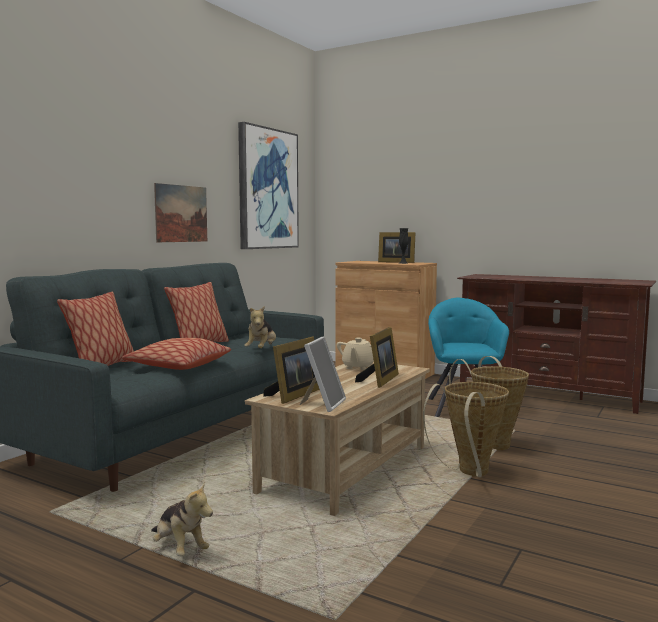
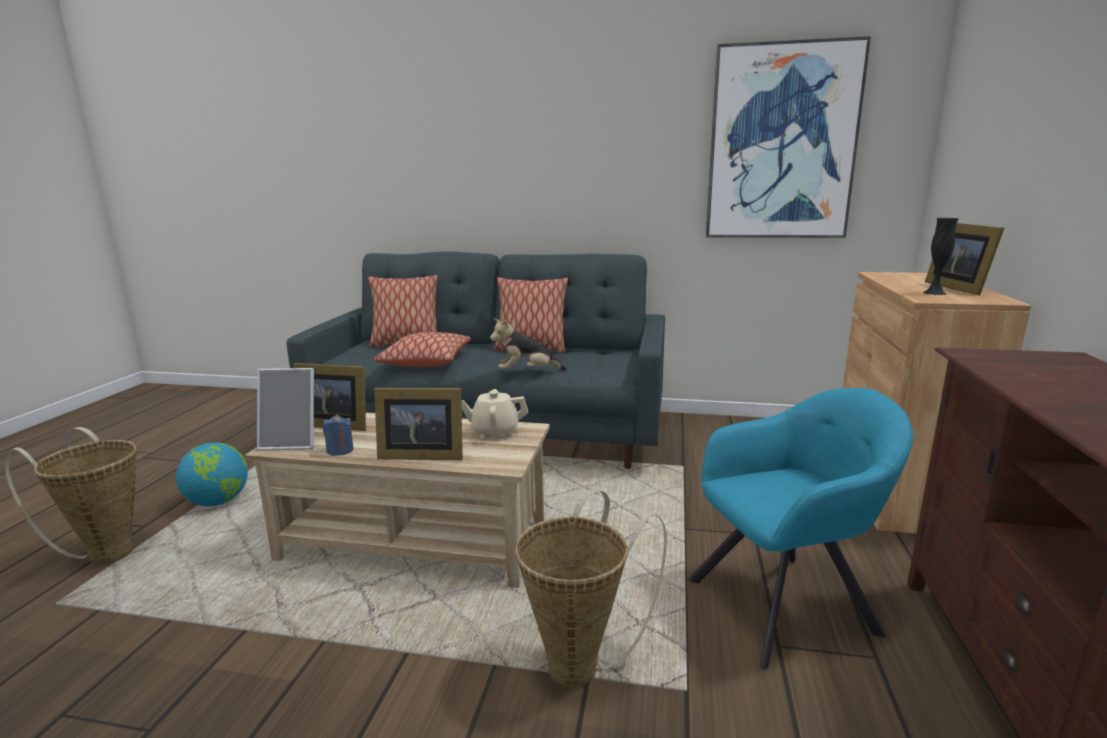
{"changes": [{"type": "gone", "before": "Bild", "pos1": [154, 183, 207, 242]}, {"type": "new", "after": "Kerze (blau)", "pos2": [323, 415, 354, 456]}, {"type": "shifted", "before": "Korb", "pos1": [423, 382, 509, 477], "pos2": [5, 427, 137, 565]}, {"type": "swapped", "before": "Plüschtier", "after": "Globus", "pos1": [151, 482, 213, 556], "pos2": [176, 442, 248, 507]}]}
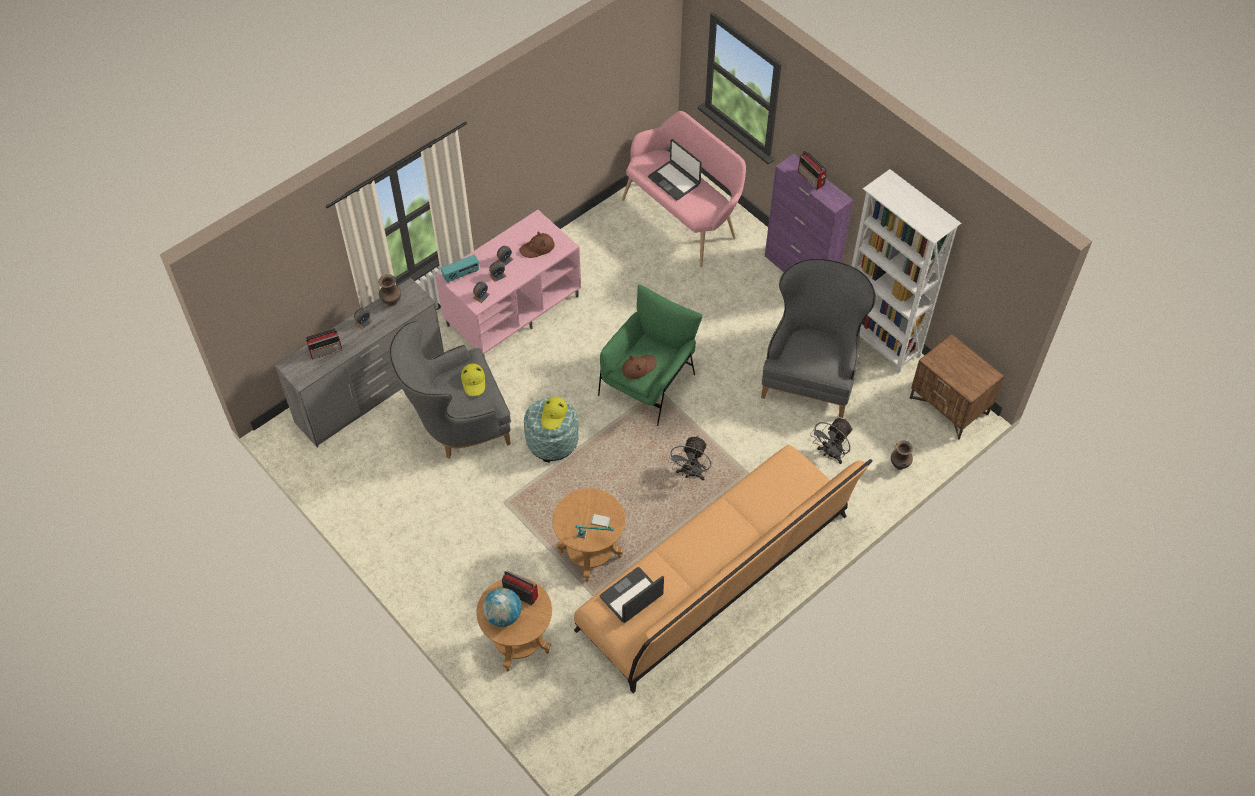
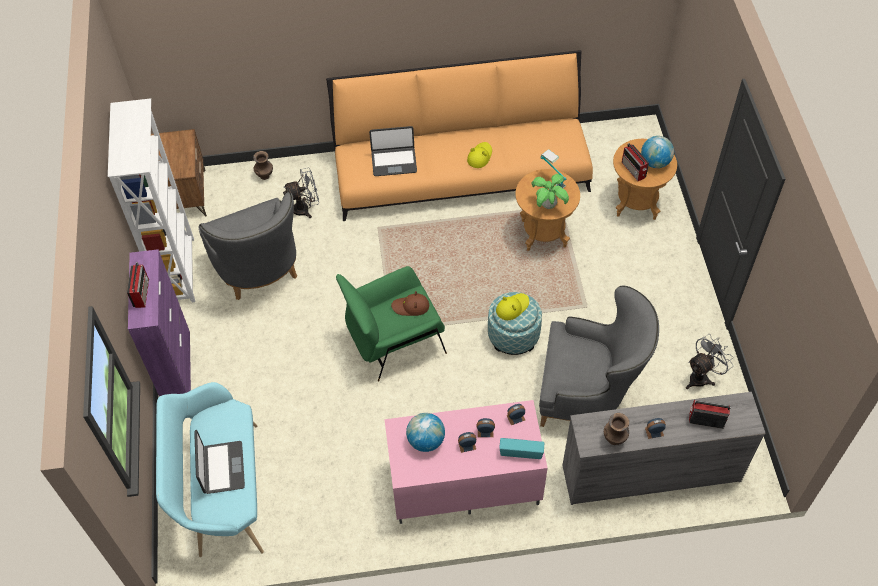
{"changes": [{"type": "new", "after": "Topfpflanze", "pos2": [531, 174, 569, 209]}, {"type": "shifted", "before": "Hut (gelb)", "pos1": [461, 364, 485, 396], "pos2": [467, 142, 492, 168]}, {"type": "shifted", "before": "Laptop", "pos1": [600, 567, 664, 623], "pos2": [369, 126, 417, 176]}, {"type": "shifted", "before": "Ventilator (grau)", "pos1": [668, 435, 711, 480], "pos2": [686, 334, 734, 389]}, {"type": "swapped", "before": "Hut (braun)", "after": "Globus", "pos1": [519, 231, 555, 258], "pos2": [406, 413, 445, 452]}, {"type": "repainted", "before": "Bank (rosa)", "after": "Bank (türkis)", "pos1": [622, 111, 746, 268], "pos2": [156, 382, 264, 557]}, {"type": "rotated", "before": "Sessel (grau)", "pos1": [761, 259, 876, 418], "pos2": [198, 192, 297, 300], "turn": -75}]}
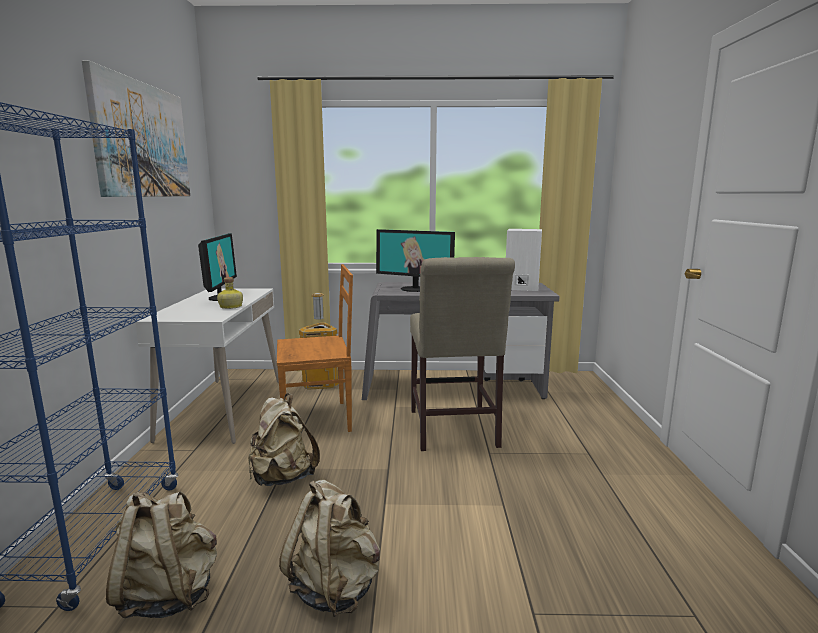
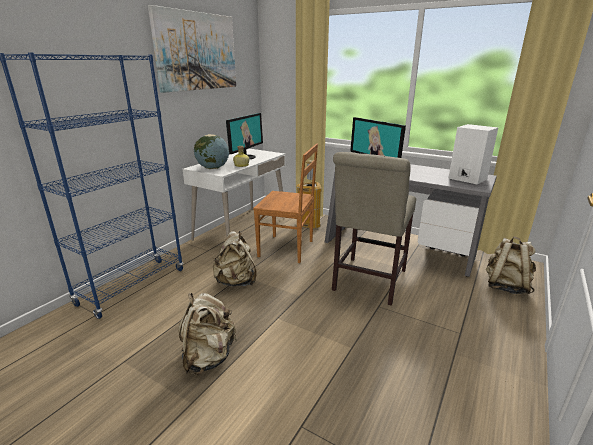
{"changes": [{"type": "new", "after": "Globus", "pos2": [194, 134, 229, 169]}, {"type": "shifted", "before": "Rucksack (beige)", "pos1": [106, 491, 217, 618], "pos2": [486, 236, 536, 294]}]}
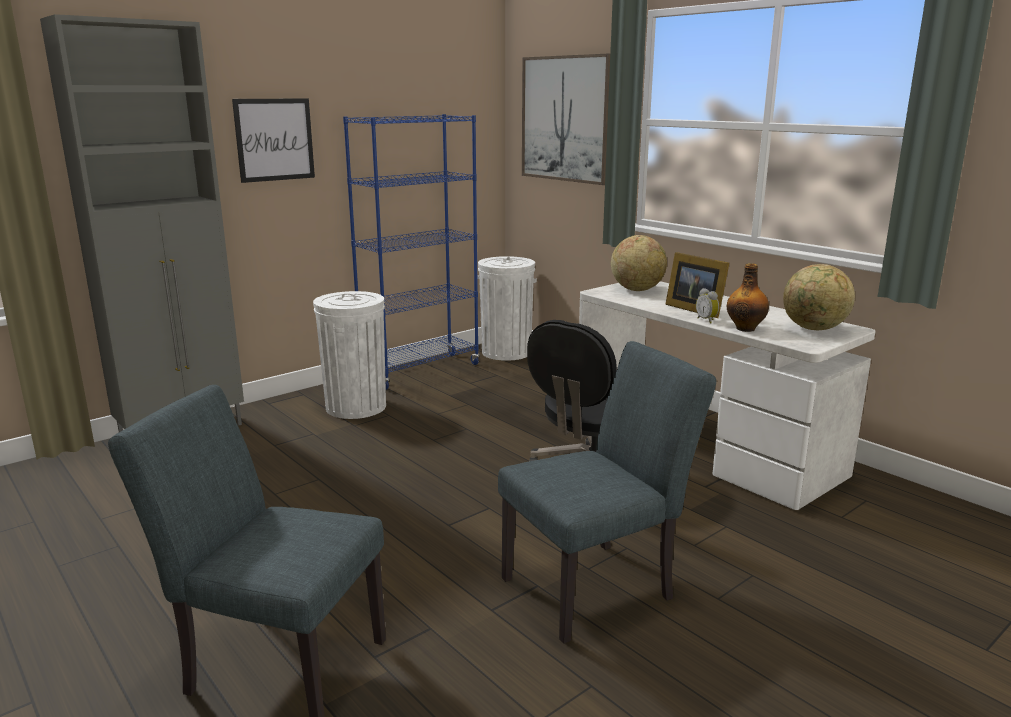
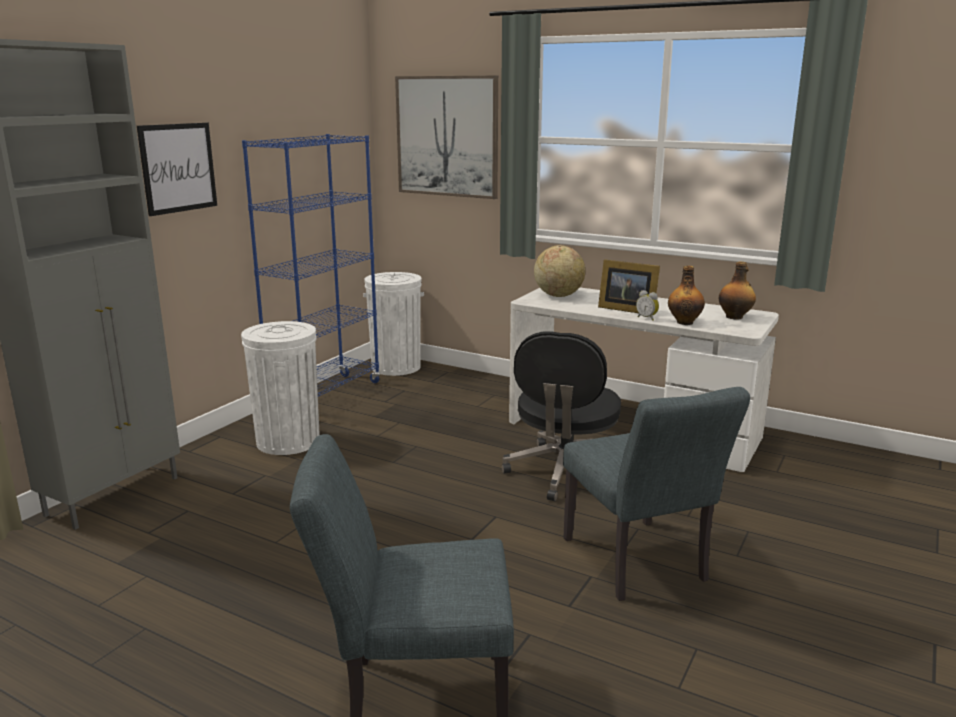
{"changes": [{"type": "swapped", "before": "Globus", "after": "Flasche", "pos1": [783, 264, 855, 330], "pos2": [718, 261, 756, 319]}, {"type": "rotated", "before": "Stuhl (grau)", "pos1": [498, 341, 716, 644], "pos2": [563, 387, 750, 601], "turn": 120}]}
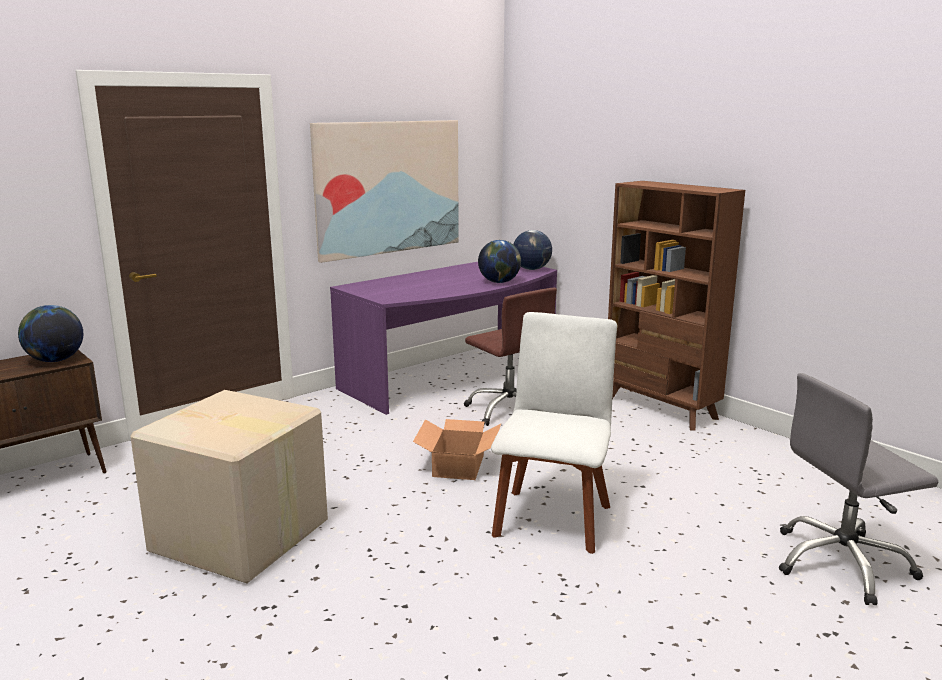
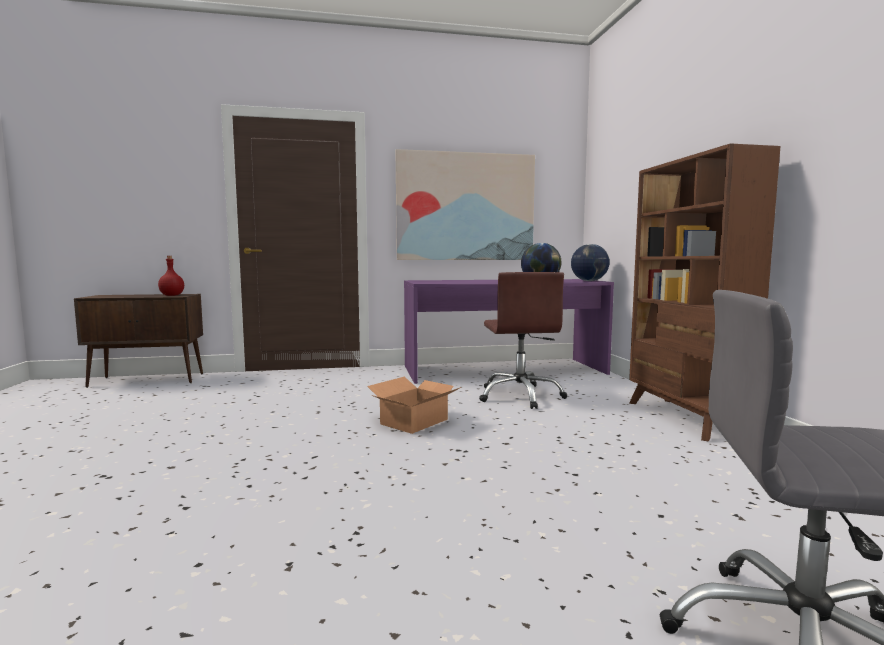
{"changes": [{"type": "gone", "before": "Karton", "pos1": [131, 390, 328, 583]}, {"type": "gone", "before": "Stuhl (weiß)", "pos1": [491, 312, 617, 554]}, {"type": "swapped", "before": "Globus", "after": "Flasche (rot)", "pos1": [18, 305, 83, 362], "pos2": [158, 256, 184, 296]}]}
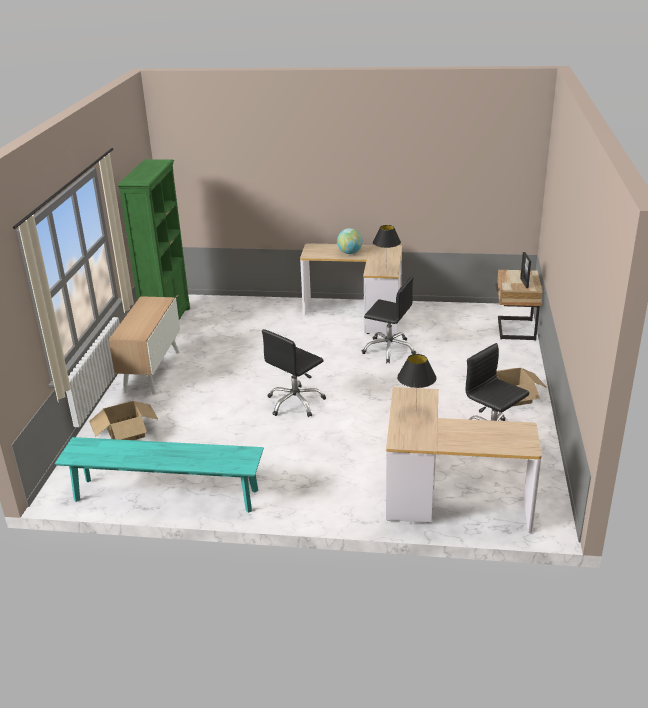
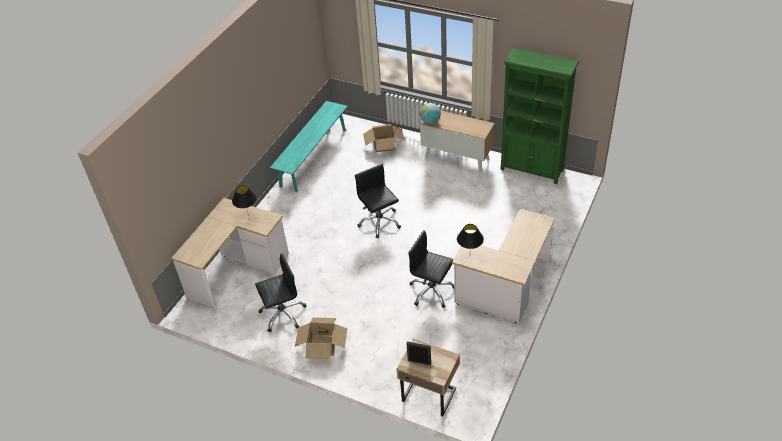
{"changes": [{"type": "shifted", "before": "Globus", "pos1": [337, 228, 363, 254], "pos2": [420, 103, 441, 124]}, {"type": "rotated", "before": "Bürostuhl (schwarz)", "pos1": [362, 276, 416, 363], "pos2": [408, 230, 454, 308], "turn": 75}]}
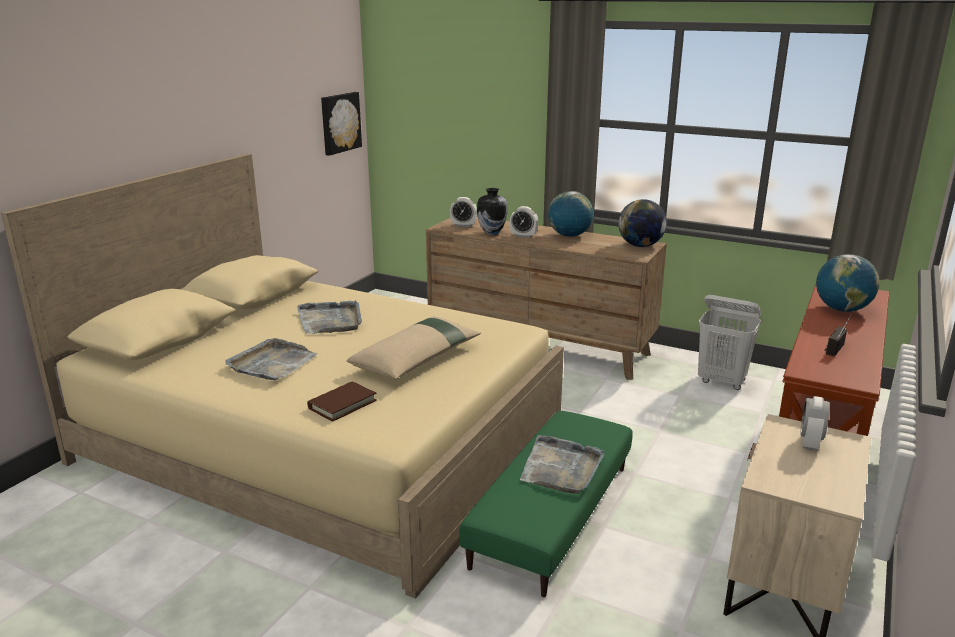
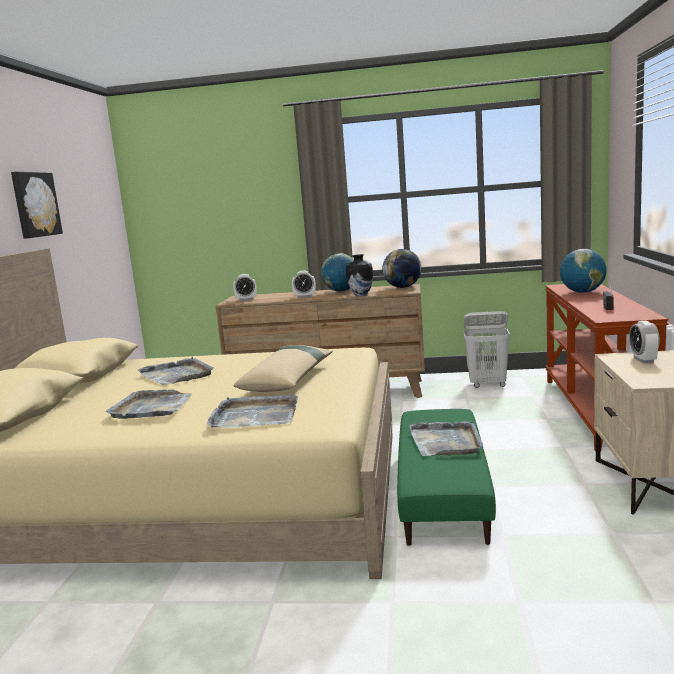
{"changes": [{"type": "shifted", "before": "Bild", "pos1": [321, 92, 362, 156], "pos2": [11, 172, 63, 239]}, {"type": "shifted", "before": "Vase", "pos1": [477, 188, 507, 235], "pos2": [346, 254, 373, 296]}, {"type": "swapped", "before": "Buch (braun)", "after": "Tablett (grau)", "pos1": [307, 381, 377, 422], "pos2": [207, 395, 298, 428]}]}
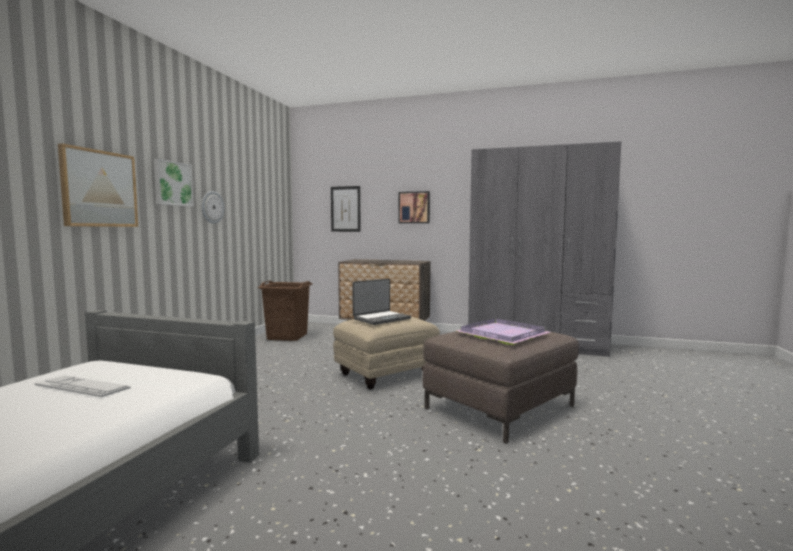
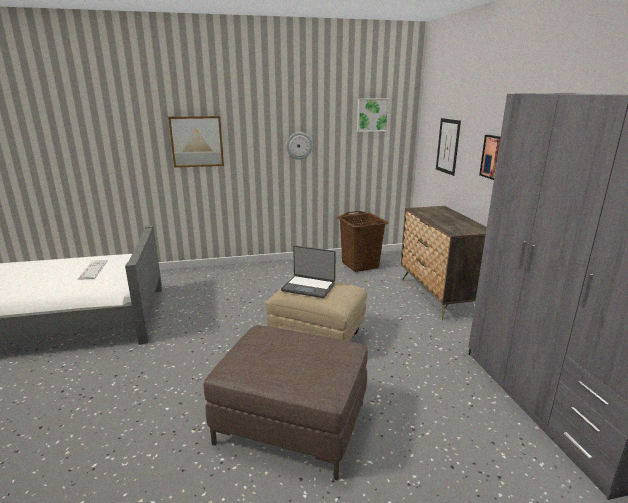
{"changes": [{"type": "gone", "before": "Tablett (lila)", "pos1": [456, 318, 550, 345]}, {"type": "shifted", "before": "Bild", "pos1": [154, 158, 193, 206], "pos2": [357, 98, 389, 132]}]}
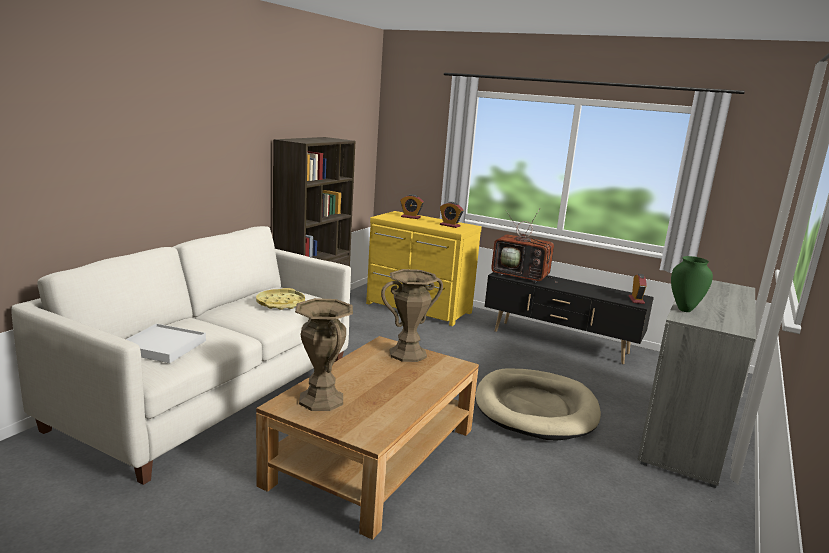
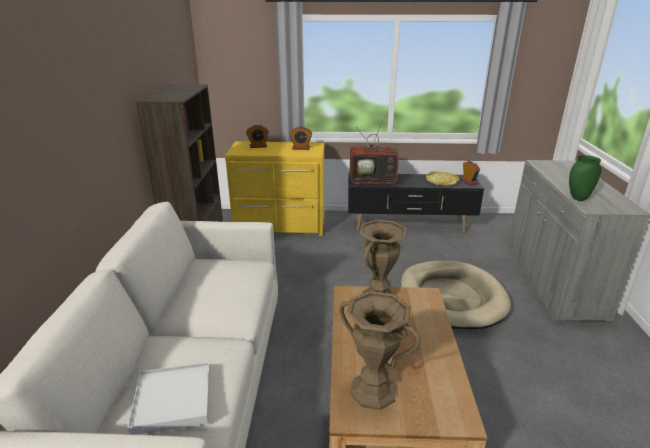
{"changes": [{"type": "shifted", "before": "Tablett (gelb)", "pos1": [256, 288, 305, 310], "pos2": [426, 171, 459, 186]}]}
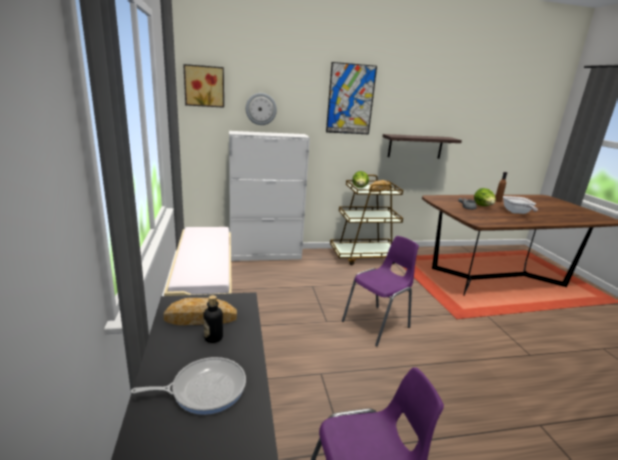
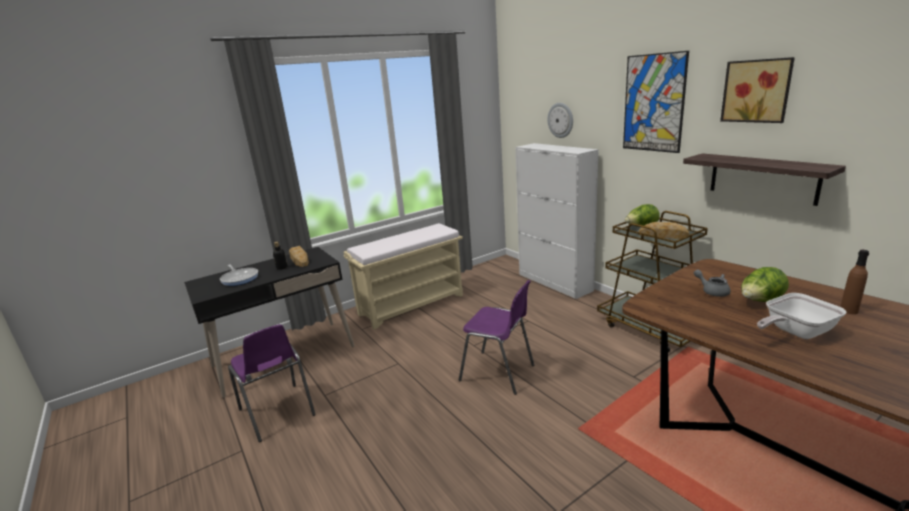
{"changes": [{"type": "shifted", "before": "Bild", "pos1": [183, 64, 224, 108], "pos2": [720, 57, 795, 123]}]}
